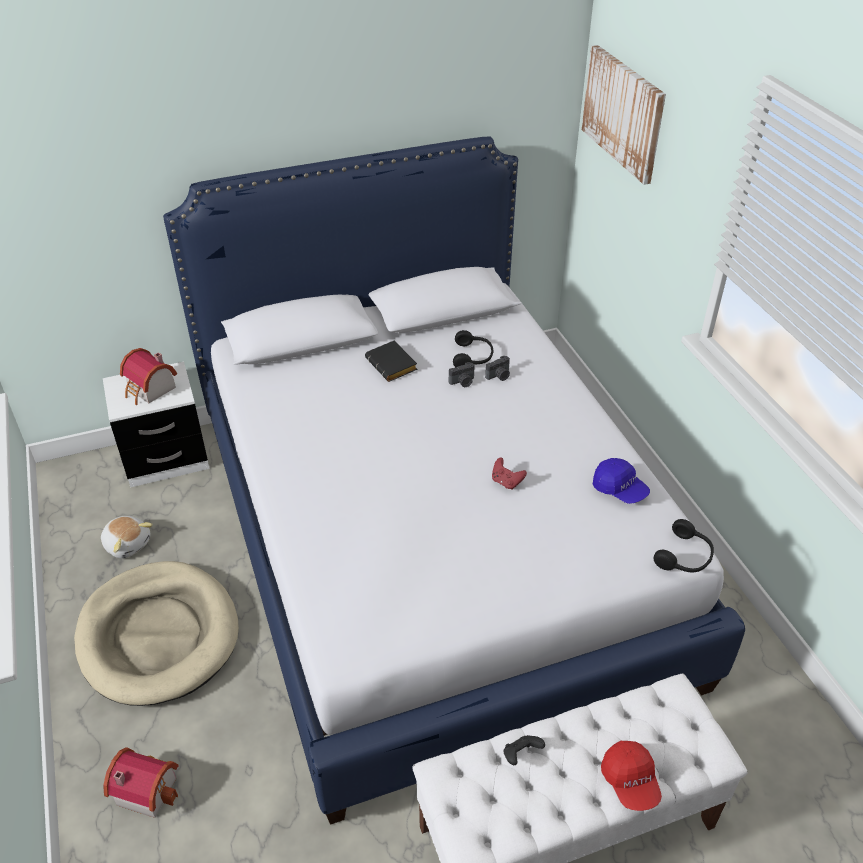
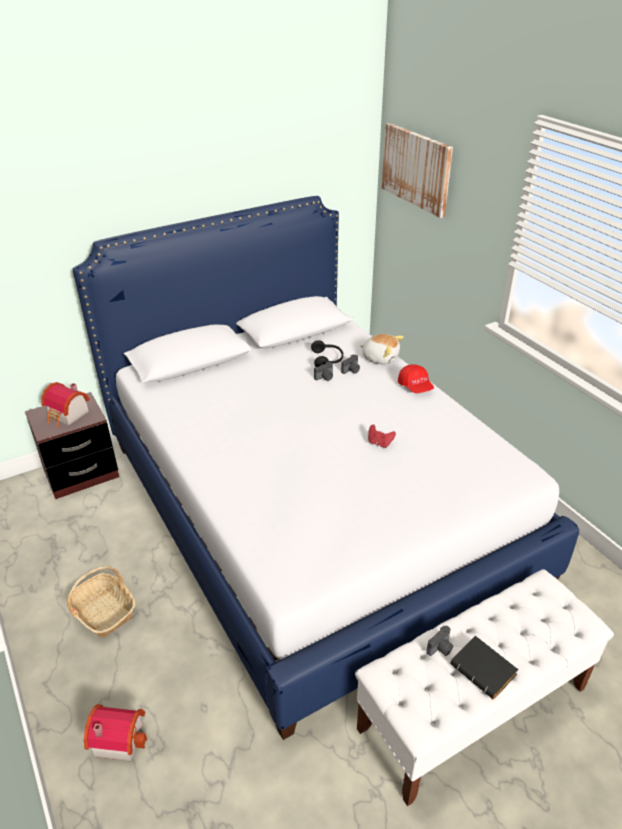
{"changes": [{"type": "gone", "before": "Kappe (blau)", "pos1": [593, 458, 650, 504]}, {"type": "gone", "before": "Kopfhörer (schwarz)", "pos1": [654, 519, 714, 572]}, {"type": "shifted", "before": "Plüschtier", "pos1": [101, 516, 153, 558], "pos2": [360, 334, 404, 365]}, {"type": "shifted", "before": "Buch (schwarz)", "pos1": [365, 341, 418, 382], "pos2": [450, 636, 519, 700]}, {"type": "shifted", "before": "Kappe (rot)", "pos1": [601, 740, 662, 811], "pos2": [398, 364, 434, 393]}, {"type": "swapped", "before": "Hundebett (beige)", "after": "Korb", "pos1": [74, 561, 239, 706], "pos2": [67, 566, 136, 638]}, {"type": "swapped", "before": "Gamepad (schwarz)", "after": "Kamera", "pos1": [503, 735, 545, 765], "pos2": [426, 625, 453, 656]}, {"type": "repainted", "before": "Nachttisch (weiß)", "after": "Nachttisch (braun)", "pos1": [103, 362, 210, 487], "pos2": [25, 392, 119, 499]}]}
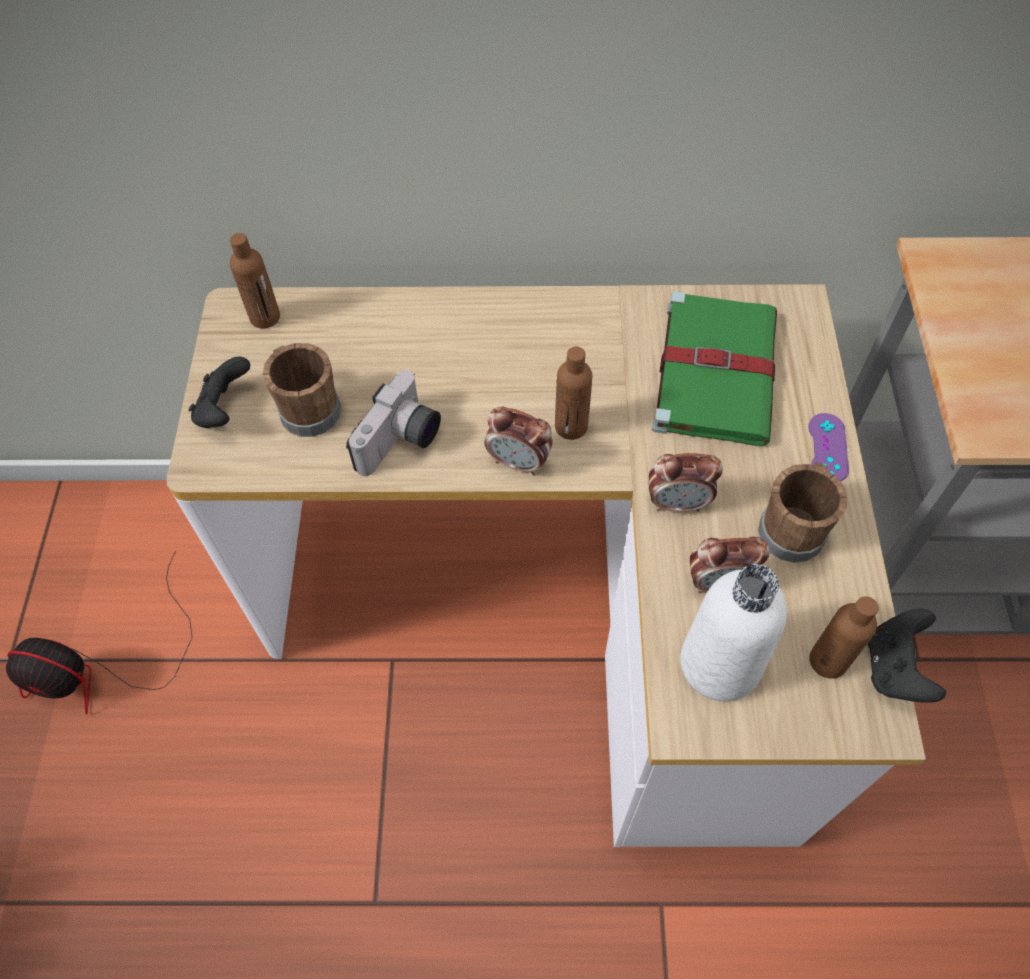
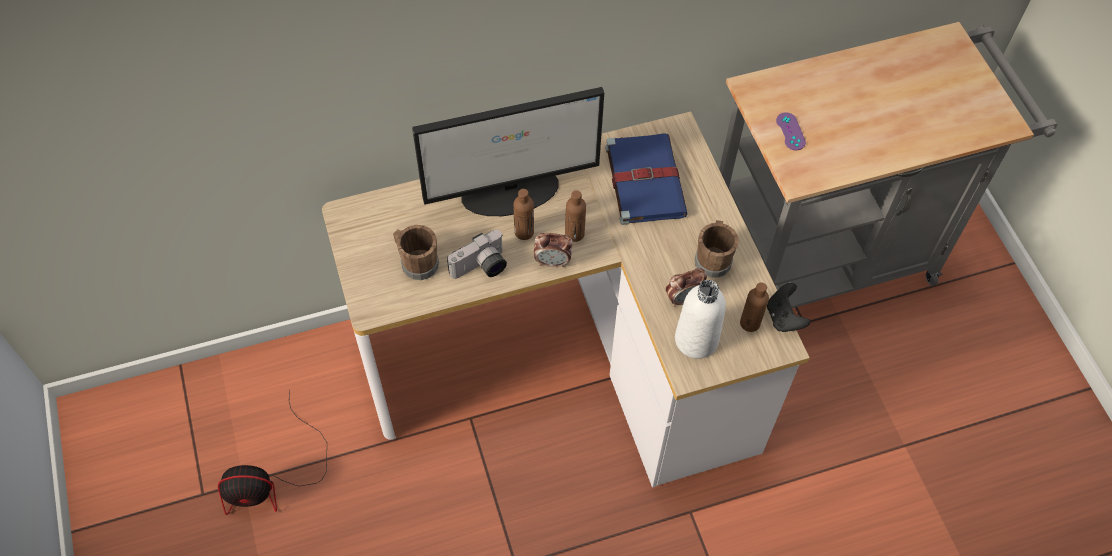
{"changes": [{"type": "gone", "before": "Gamepad (schwarz)", "pos1": [189, 357, 250, 428]}, {"type": "gone", "before": "Wecker", "pos1": [649, 453, 723, 512]}, {"type": "new", "after": "Monitor", "pos2": [412, 87, 604, 216]}, {"type": "shifted", "before": "Flasche (braun)", "pos1": [230, 233, 280, 328], "pos2": [514, 189, 534, 240]}, {"type": "shifted", "before": "Gamepad (lila)", "pos1": [808, 413, 849, 482], "pos2": [776, 112, 806, 150]}, {"type": "repainted", "before": "Buch (grün)", "after": "Buch (blau)", "pos1": [652, 291, 777, 446], "pos2": [605, 133, 688, 225]}, {"type": "rotated", "before": "Kamera", "pos1": [346, 370, 441, 476], "pos2": [447, 230, 507, 279], "turn": 45}]}
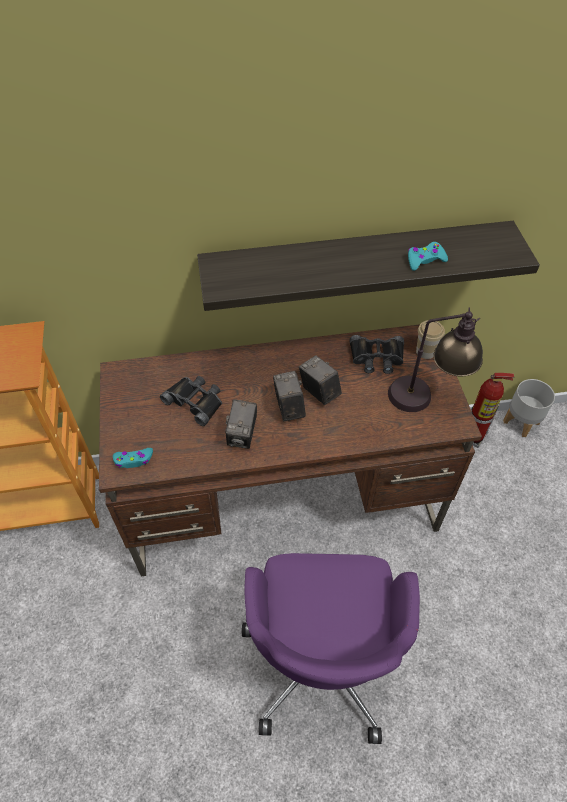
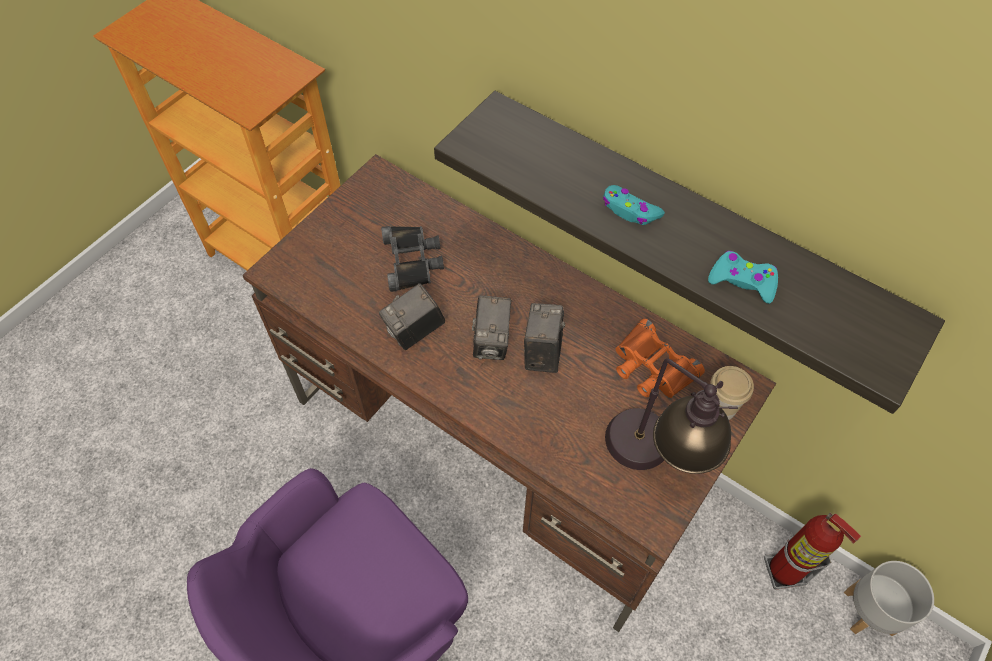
{"changes": [{"type": "shifted", "before": "Gamepad (türkis)", "pos1": [113, 448, 153, 468], "pos2": [603, 185, 665, 225]}, {"type": "repainted", "before": "Fernglas (schwarz)", "after": "Fernglas (orange)", "pos1": [350, 335, 404, 374], "pos2": [616, 319, 705, 398]}, {"type": "rotated", "before": "Kamera", "pos1": [273, 371, 306, 421], "pos2": [472, 295, 512, 360], "turn": 150}]}
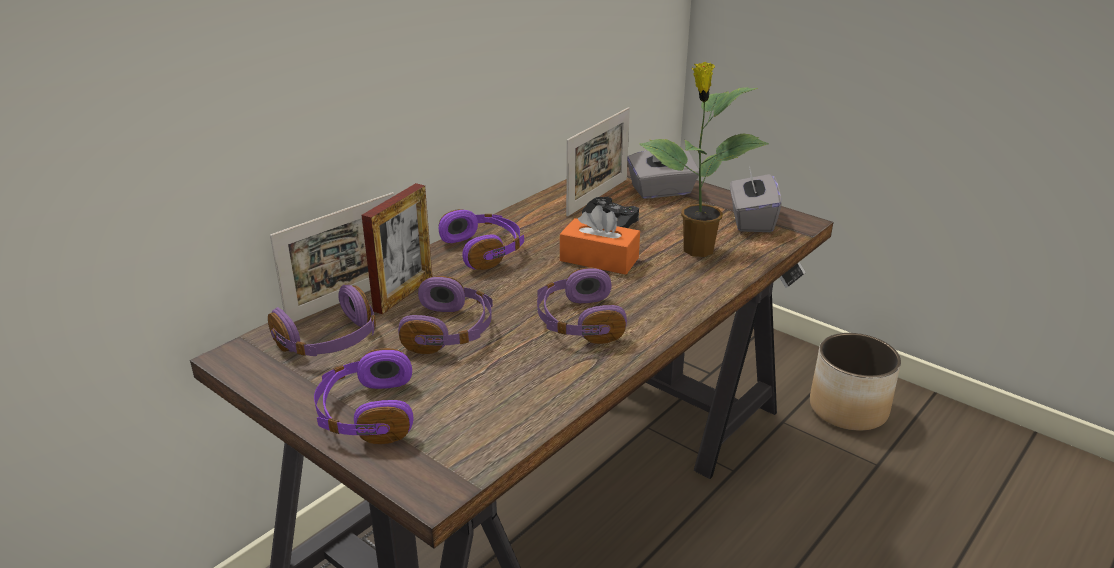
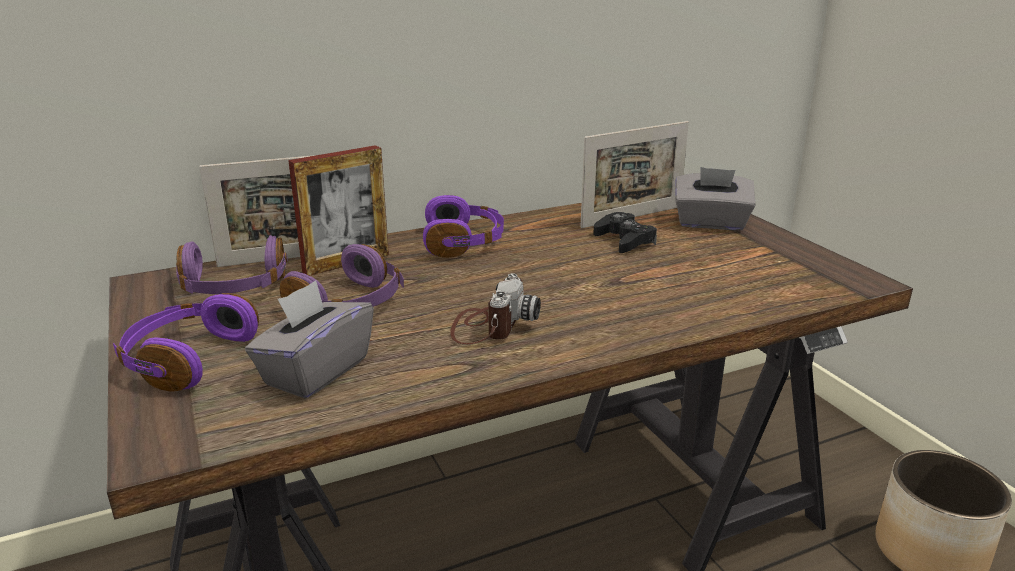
{"changes": [{"type": "gone", "before": "Taschentuchbox (orange)", "pos1": [560, 205, 640, 275]}, {"type": "gone", "before": "Topfpflanze", "pos1": [639, 62, 769, 257]}, {"type": "shifted", "before": "Taschentuchbox (grau)", "pos1": [730, 165, 781, 232], "pos2": [245, 280, 374, 399]}, {"type": "swapped", "before": "Kopfhörer (lila)", "after": "Kamera", "pos1": [537, 267, 627, 344], "pos2": [450, 274, 541, 345]}]}
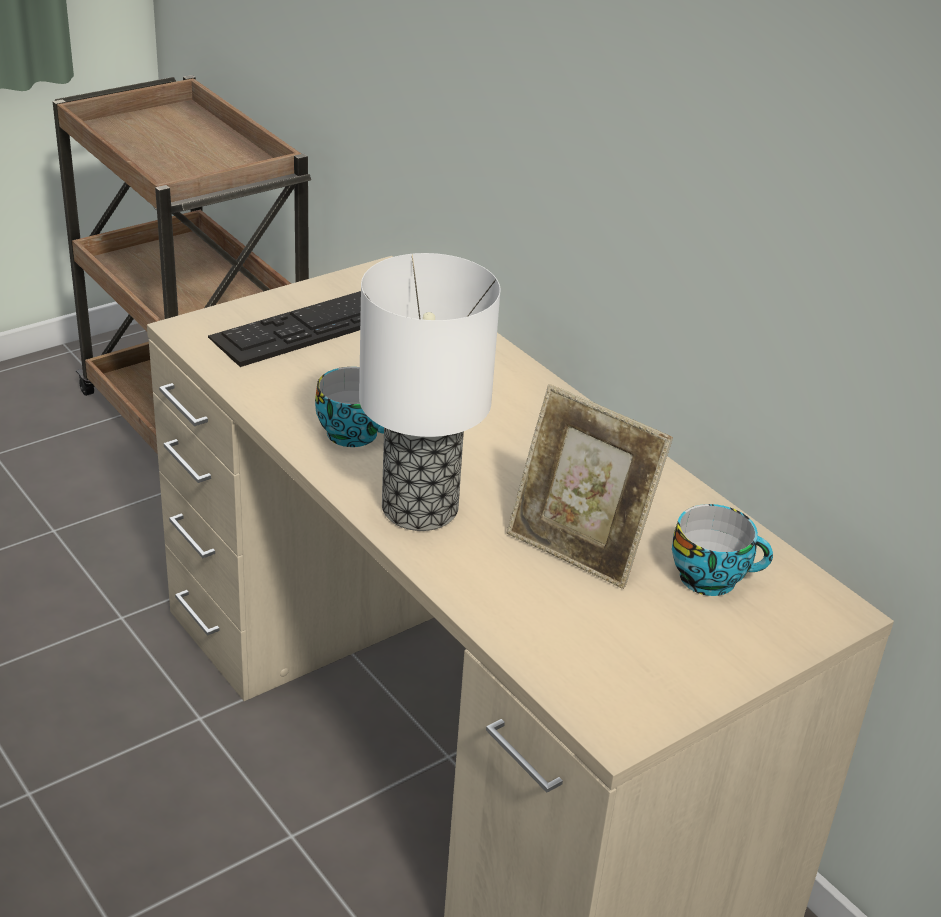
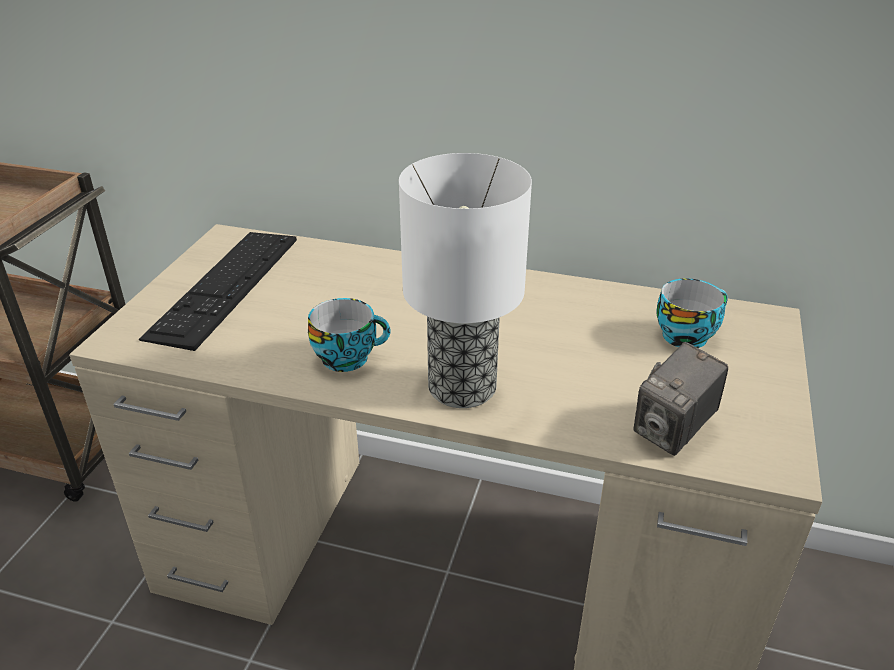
{"changes": [{"type": "gone", "before": "Bilderrahmen", "pos1": [507, 384, 673, 589]}, {"type": "new", "after": "Kamera", "pos2": [633, 342, 728, 456]}]}
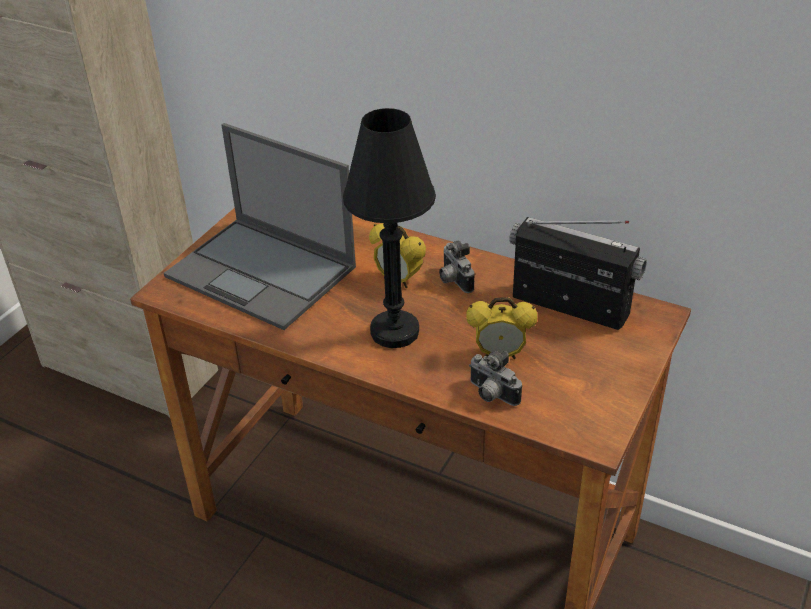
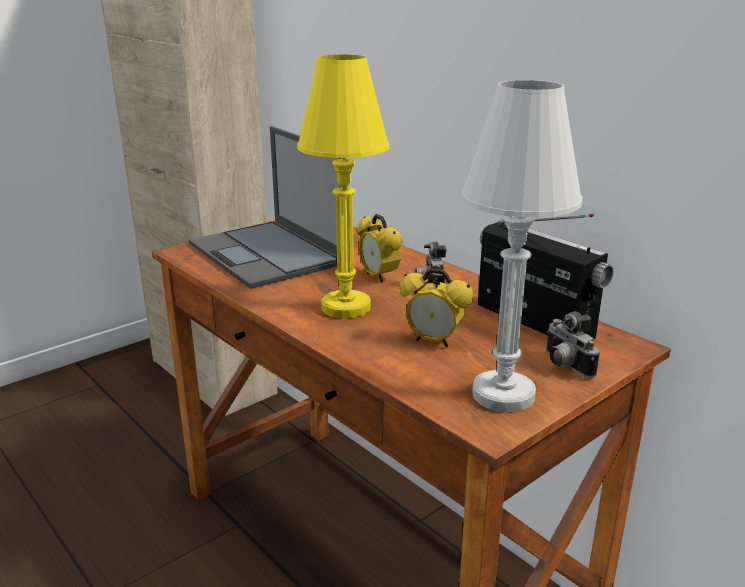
{"changes": [{"type": "new", "after": "Tischlampe (weiß)", "pos2": [461, 80, 582, 413]}, {"type": "shifted", "before": "Kamera", "pos1": [469, 351, 522, 406], "pos2": [546, 311, 600, 378]}, {"type": "repainted", "before": "Tischlampe (schwarz)", "after": "Tischlampe (gelb)", "pos1": [343, 108, 436, 348], "pos2": [297, 54, 390, 319]}]}
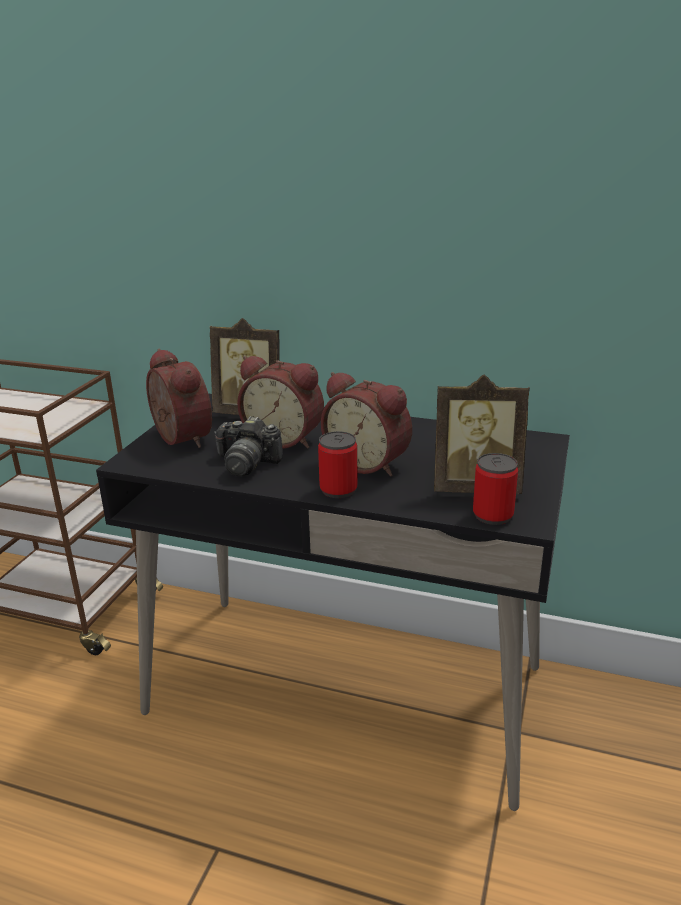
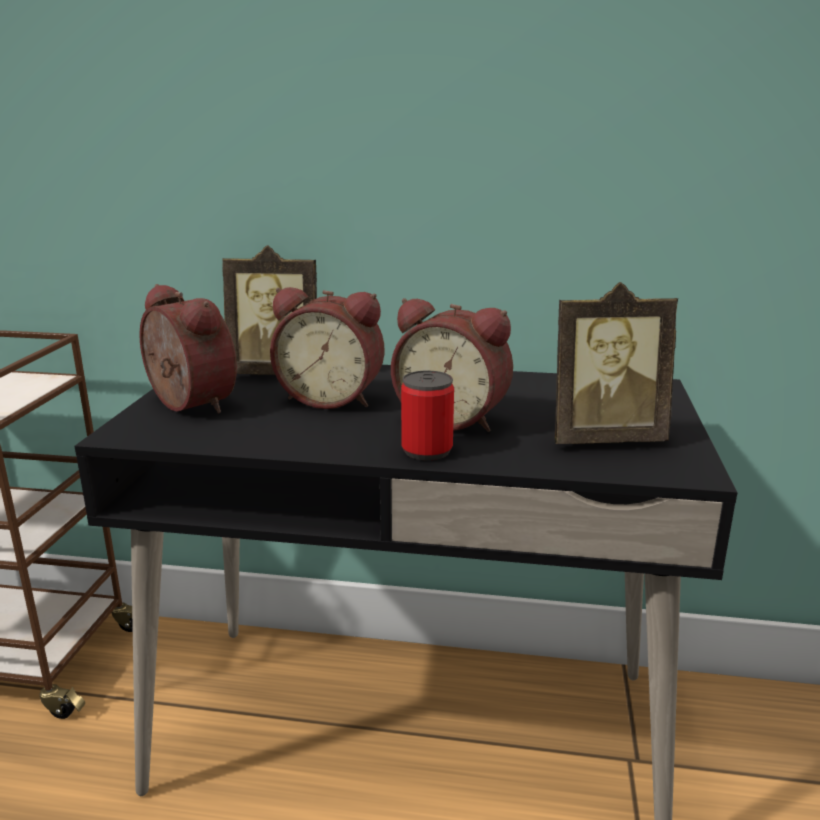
{"changes": [{"type": "gone", "before": "Kamera", "pos1": [214, 416, 283, 476]}, {"type": "gone", "before": "Dose", "pos1": [473, 453, 518, 525]}]}
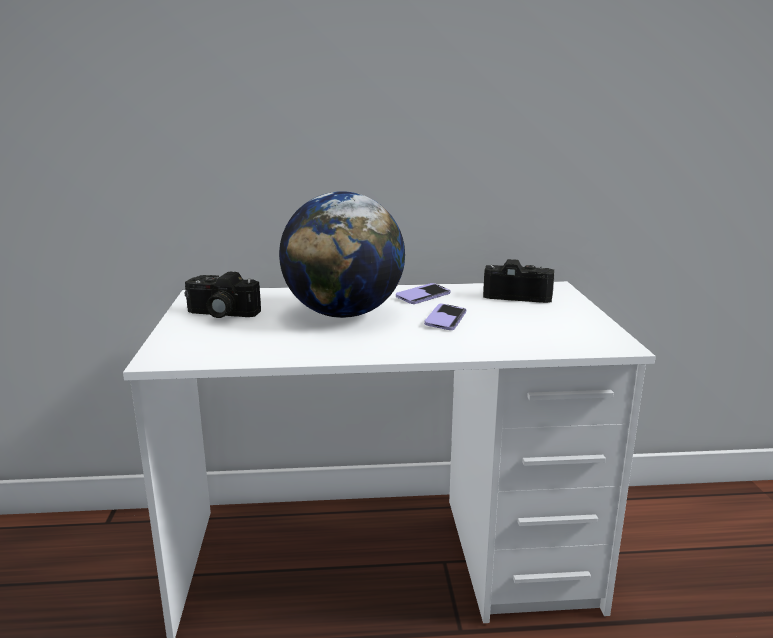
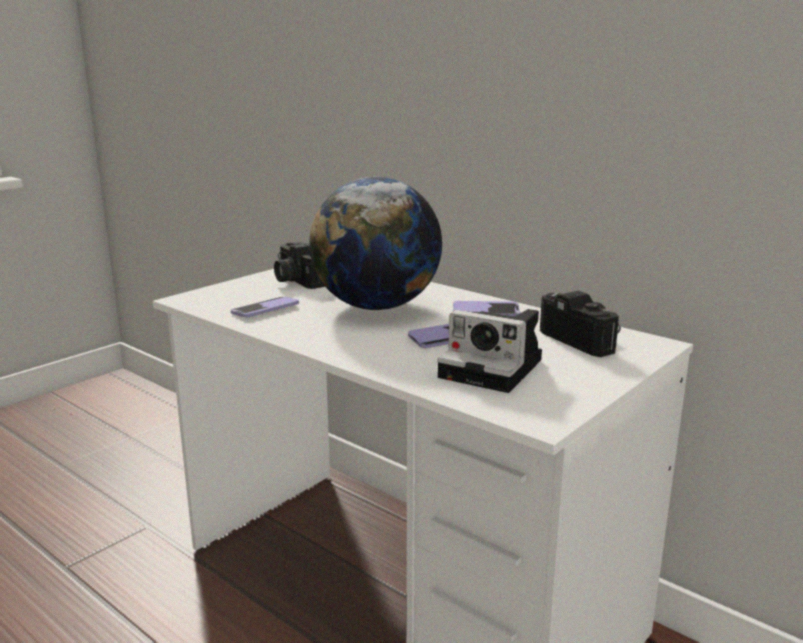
{"changes": [{"type": "new", "after": "Handy", "pos2": [231, 297, 299, 317]}, {"type": "new", "after": "Kamera", "pos2": [438, 309, 542, 393]}]}
